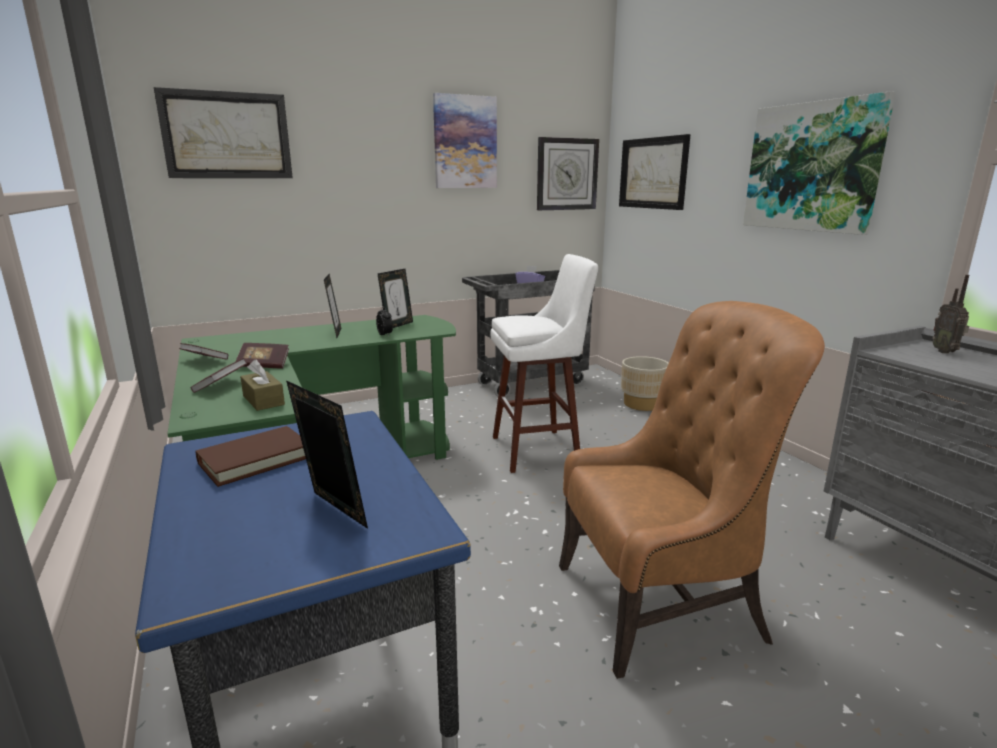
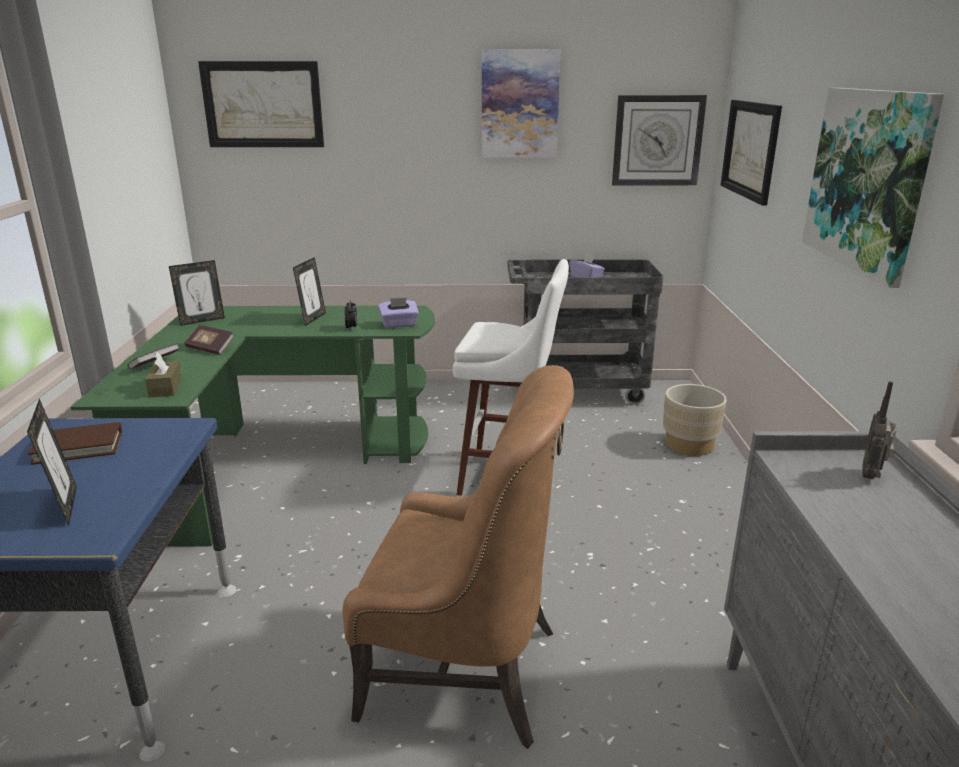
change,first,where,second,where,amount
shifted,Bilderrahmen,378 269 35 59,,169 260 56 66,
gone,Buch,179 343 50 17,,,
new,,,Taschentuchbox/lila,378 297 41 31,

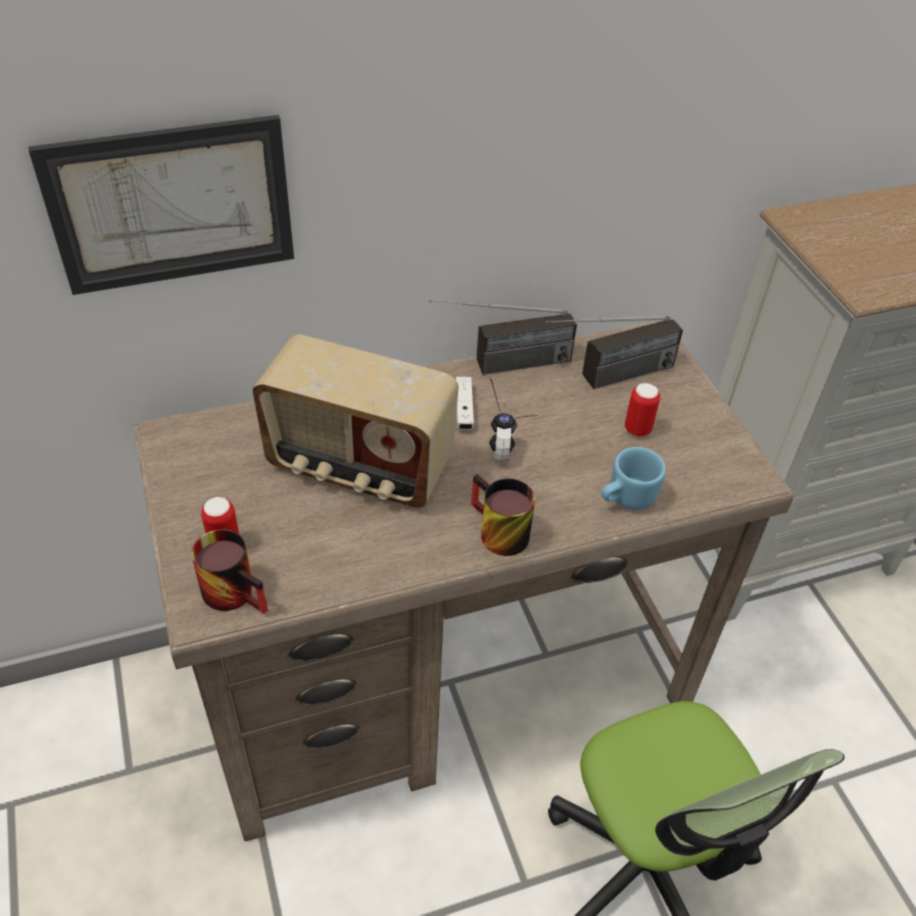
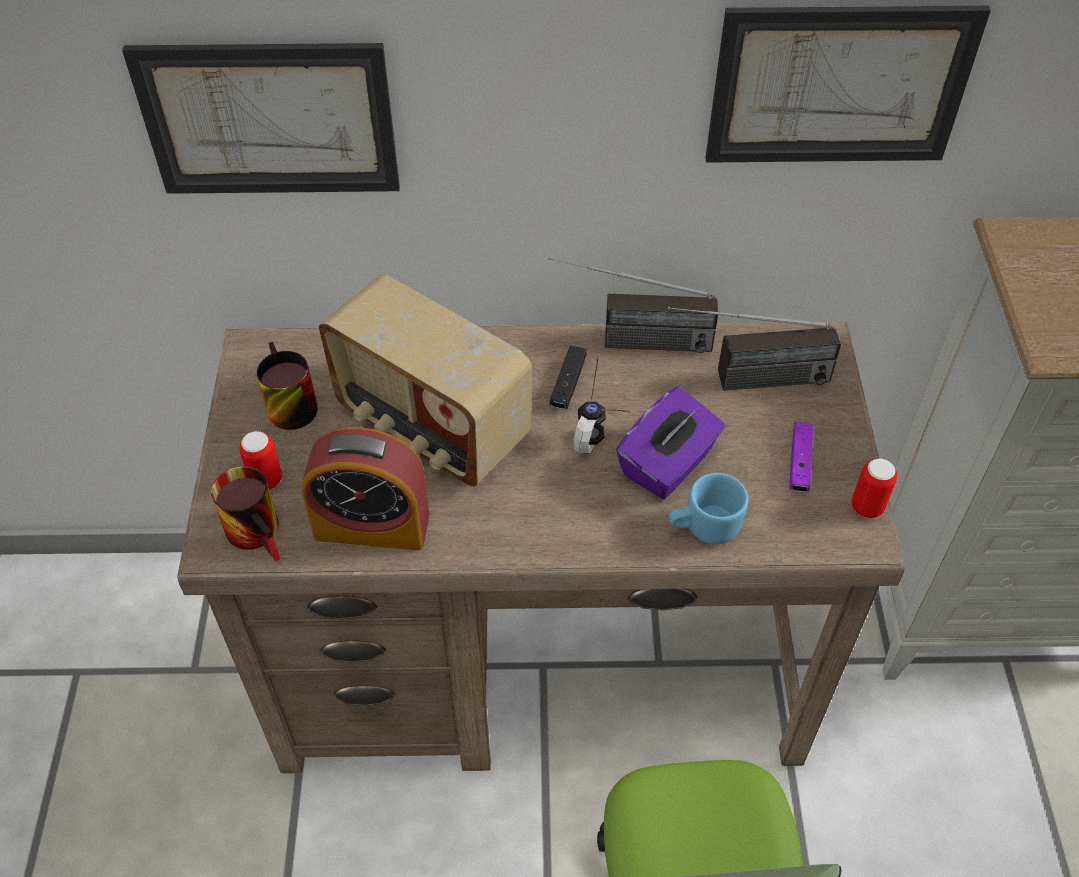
change,first,where,second,where,amount
repainted,Gamepad/weiß,456 377 18 53,Gamepad/schwarz,549 346 38 63,
shifted,Dose,625 383 35 54,,851 458 46 60,
shifted,Henkelbecher,471 474 64 82,,257 342 61 88,
new,,,Bild,705 6 286 157,
new,,,Taschentuchbox/lila,616 387 109 112,
new,,,Gamepad/lila,789 422 24 70,
new,,,Wecker,302 427 128 123,

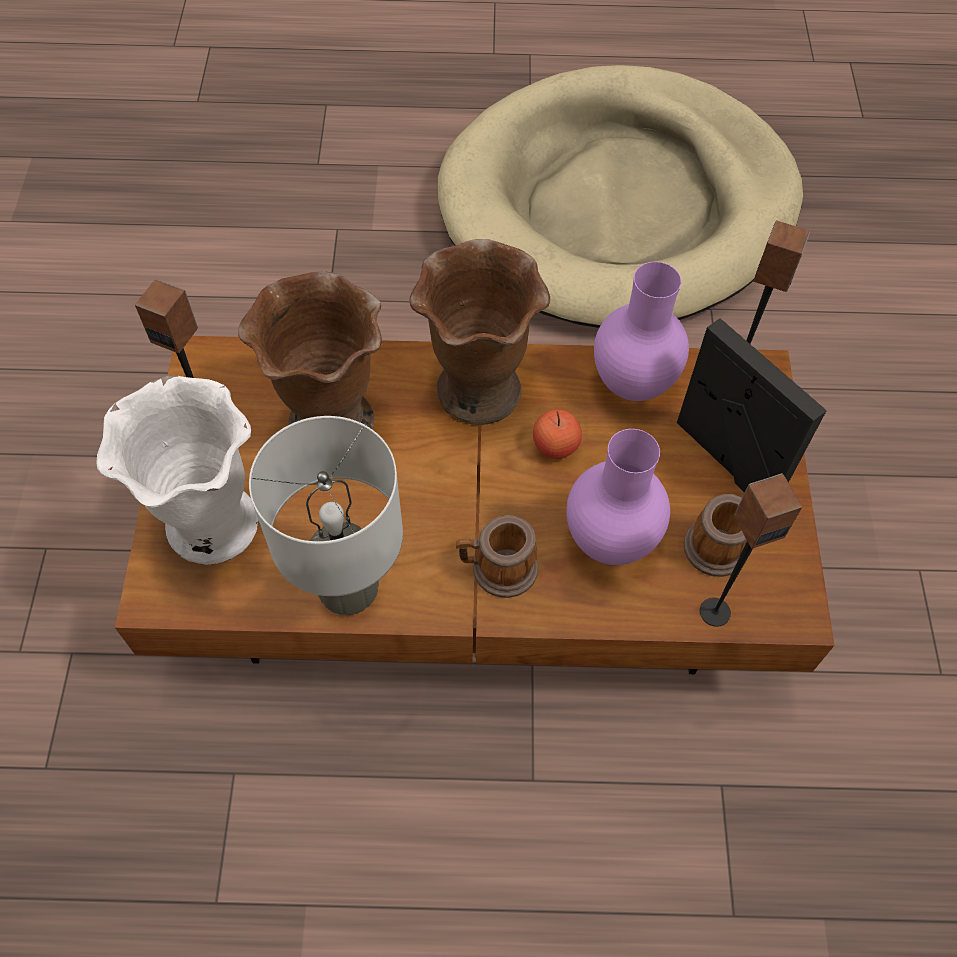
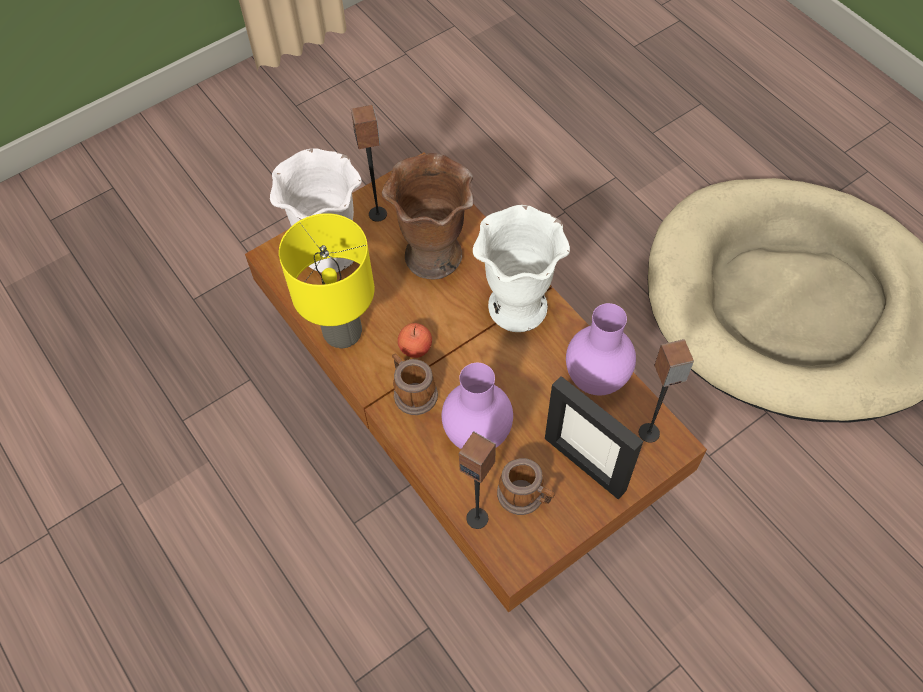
change,first,where,second,where,amount
repainted,Vase/braun,410 239 140 186,Vase/weiß,473 205 97 127,
rotated,Bilderrahmen,677 318 150 175,,545 376 98 123,120 degrees clockwise
shifted,Apfel,533 409 49 50,,398 323 34 35,
repainted,Tischlampe/weiß,249 416 154 199,Tischlampe/gelb,279 213 96 135,

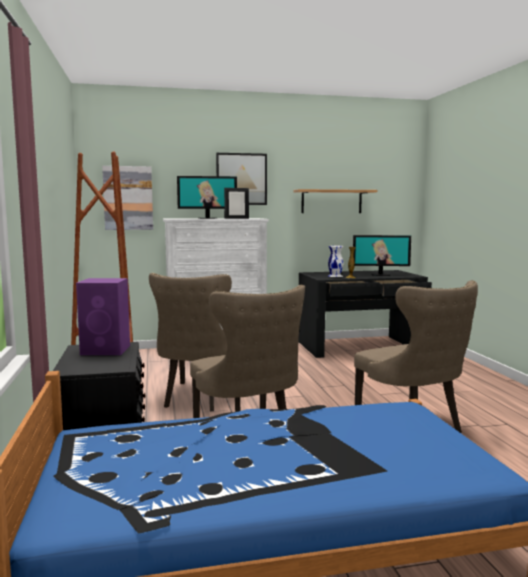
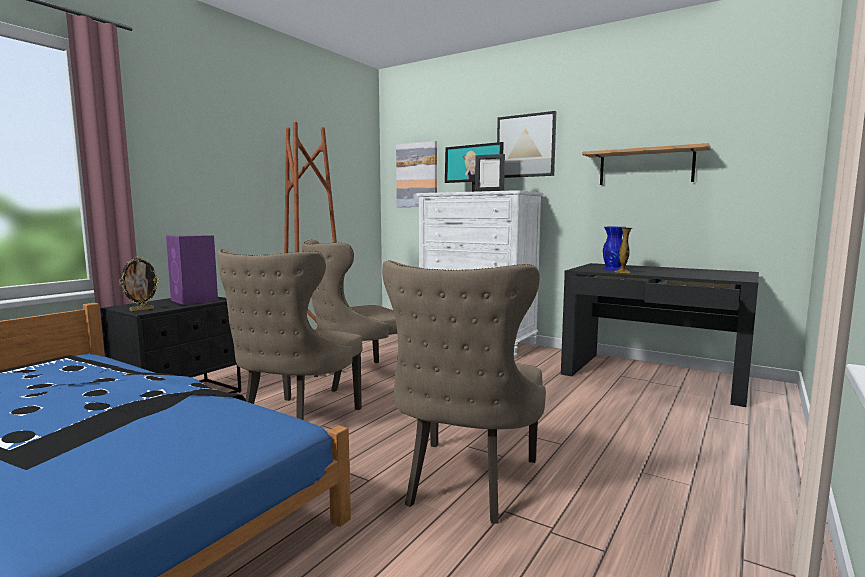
change,first,where,second,where,amount
gone,Monitor,353 235 58 41,,,
repainted,Vase/weiß,328 245 16 32,Vase/blau,603 227 23 44,
new,,,Bilderrahmen,119 256 41 55,

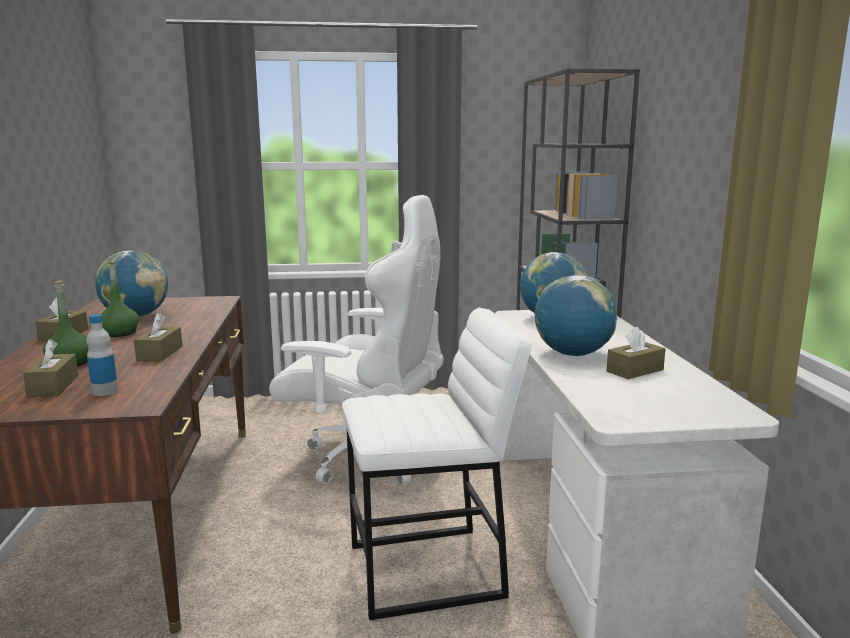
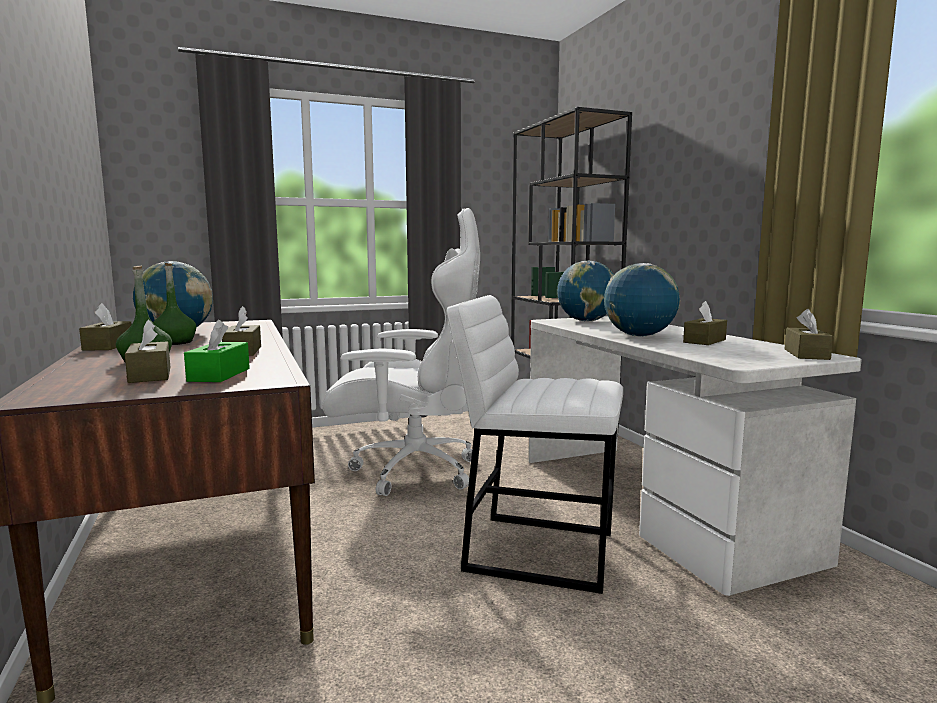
change,first,where,second,where,amount
rotated,Stuhl/weiß,342 308 190 312,,447 295 176 299,135 degrees counterclockwise
swapped,Flasche,86 314 32 82,Taschentuchbox/grün,184 320 66 62,
new,,,Taschentuchbox/braun,785 309 48 51,

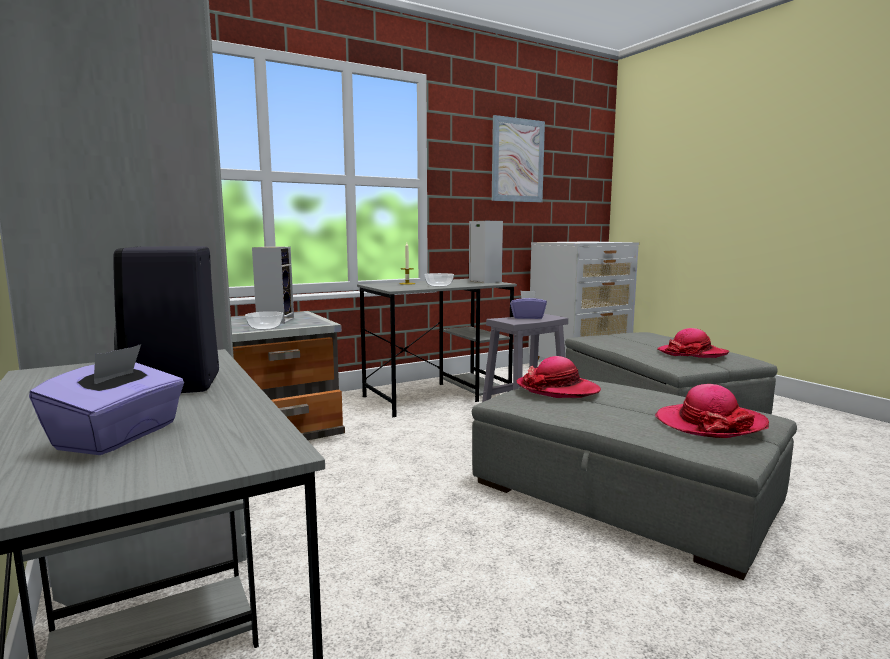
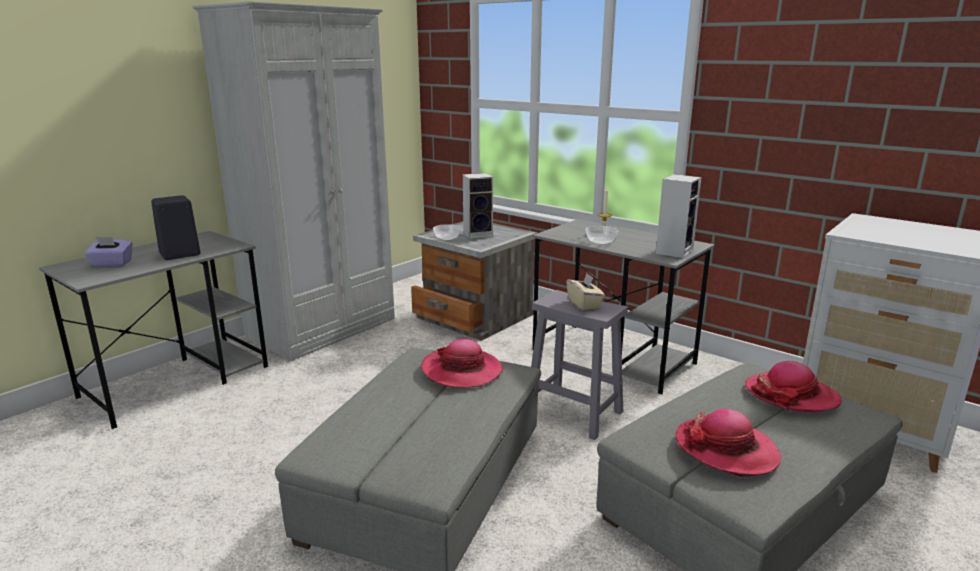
change,first,where,second,where,amount
gone,Bild,492 115 53 87,,,
repainted,Taschentuchbox/lila,510 291 37 28,Taschentuchbox/beige,566 273 39 37,
shifted,Hut,655 384 114 54,,745 361 97 51,

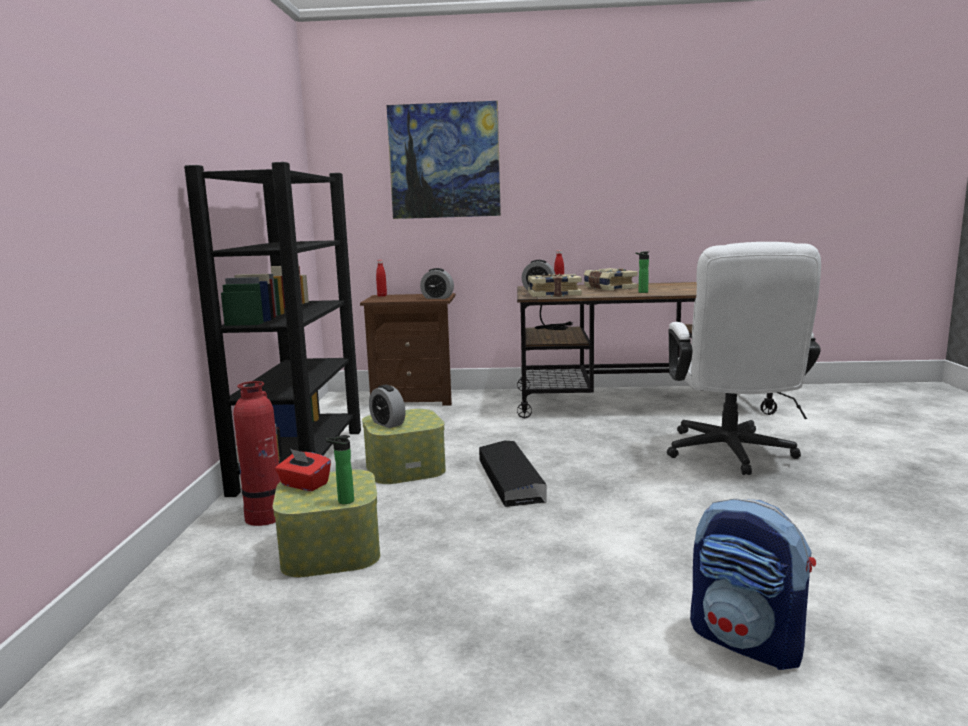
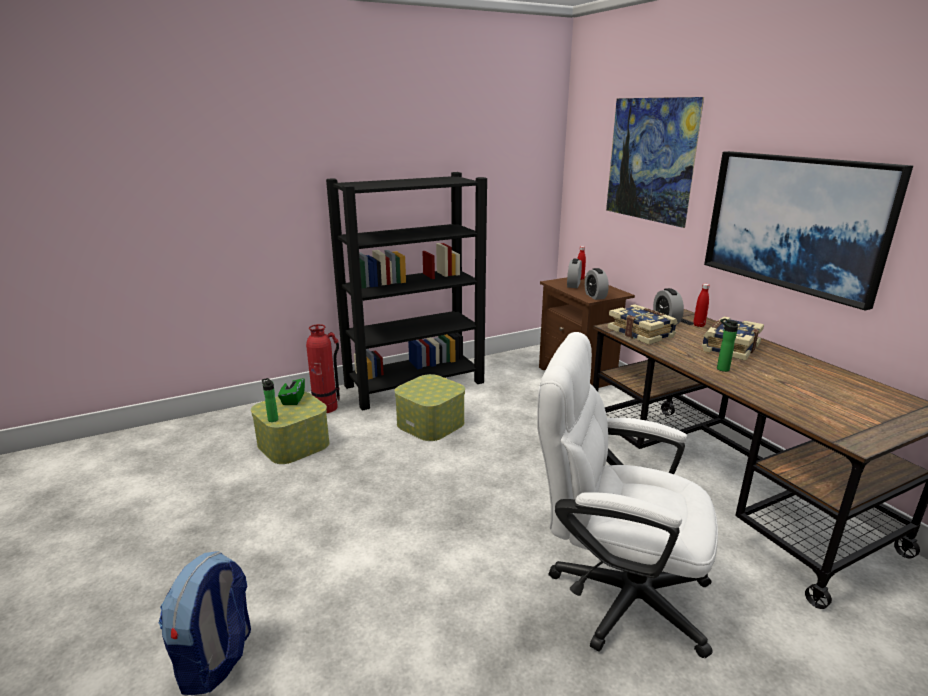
change,first,where,second,where,amount
rotated,Bürostuhl/weiß,667 242 154 233,,537 332 181 326,45 degrees clockwise
shifted,Wecker,369 385 36 43,,567 259 15 29,
gone,Aufbewahrungsbox/schwarz,479 440 68 67,,,
repainted,Taschentuchbox/rot,275 449 56 42,Taschentuchbox/grün,278 375 27 30,
new,,,Bild,704 151 209 160,

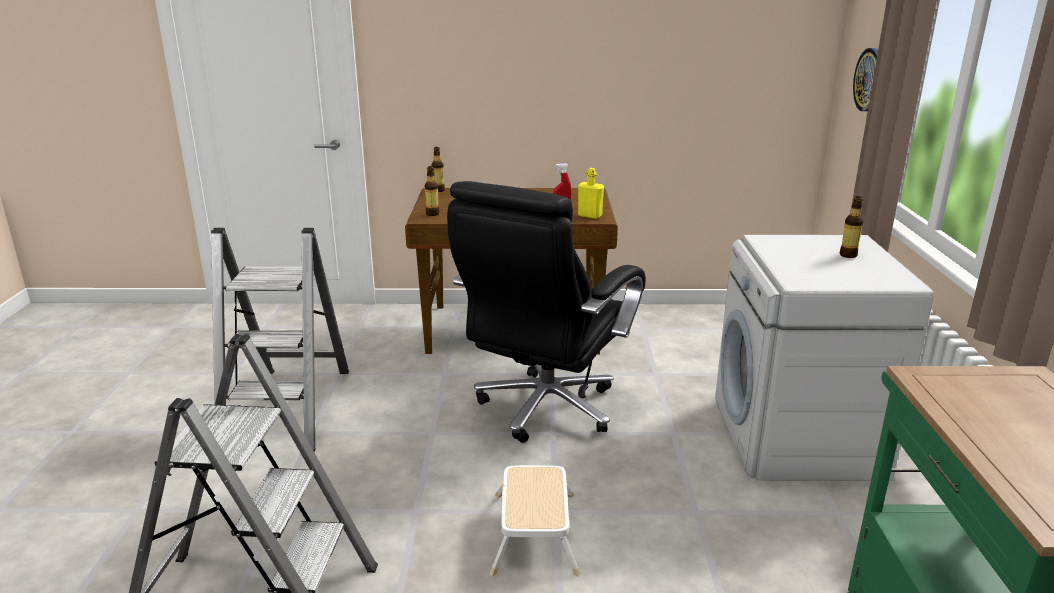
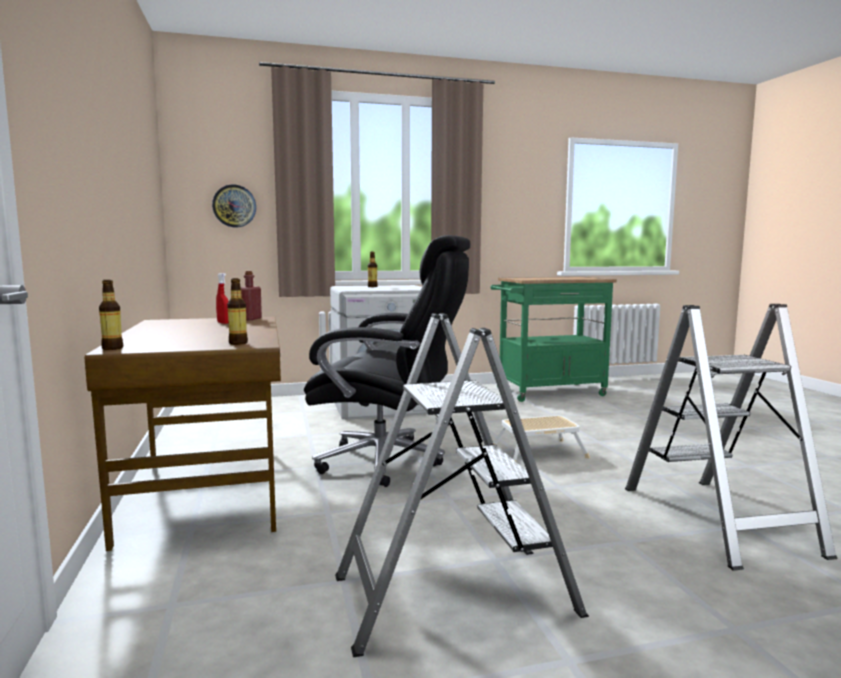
change,first,where,second,where,amount
repainted,Flasche/gelb,578 168 26 51,Flasche/rot,241 271 21 49,

